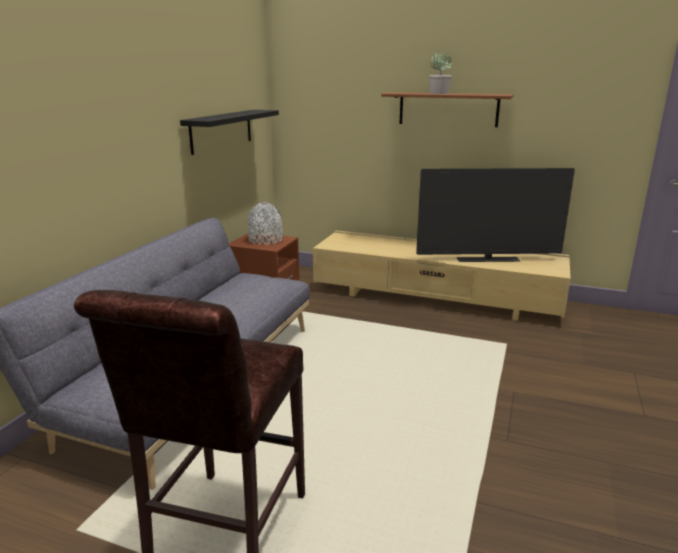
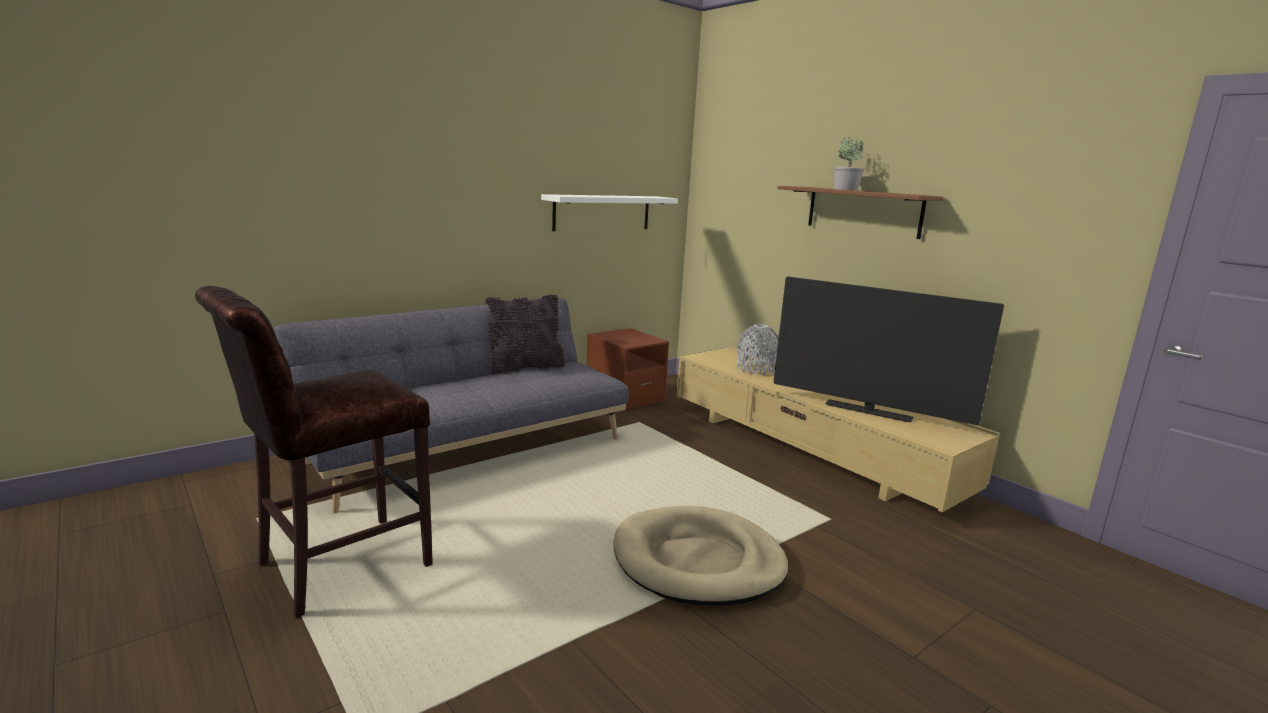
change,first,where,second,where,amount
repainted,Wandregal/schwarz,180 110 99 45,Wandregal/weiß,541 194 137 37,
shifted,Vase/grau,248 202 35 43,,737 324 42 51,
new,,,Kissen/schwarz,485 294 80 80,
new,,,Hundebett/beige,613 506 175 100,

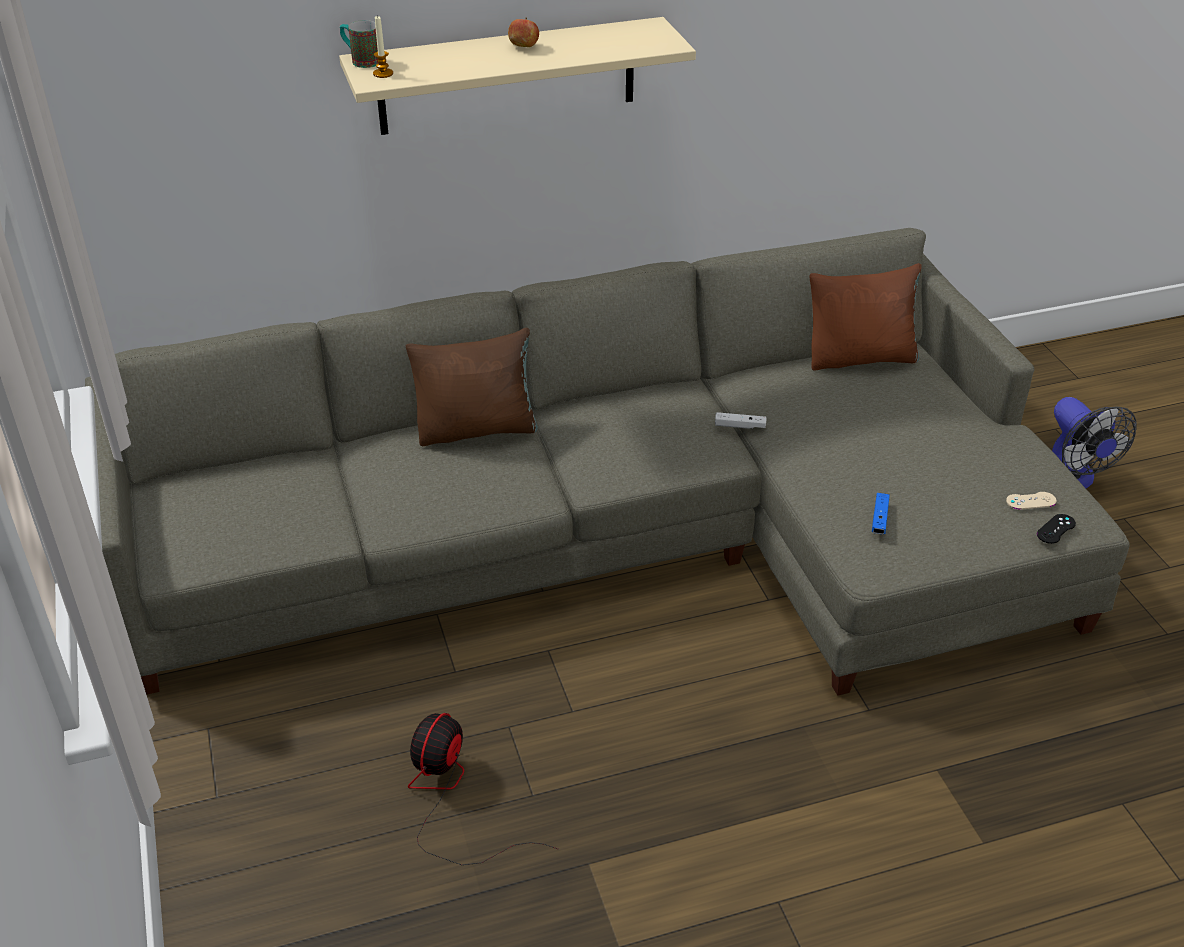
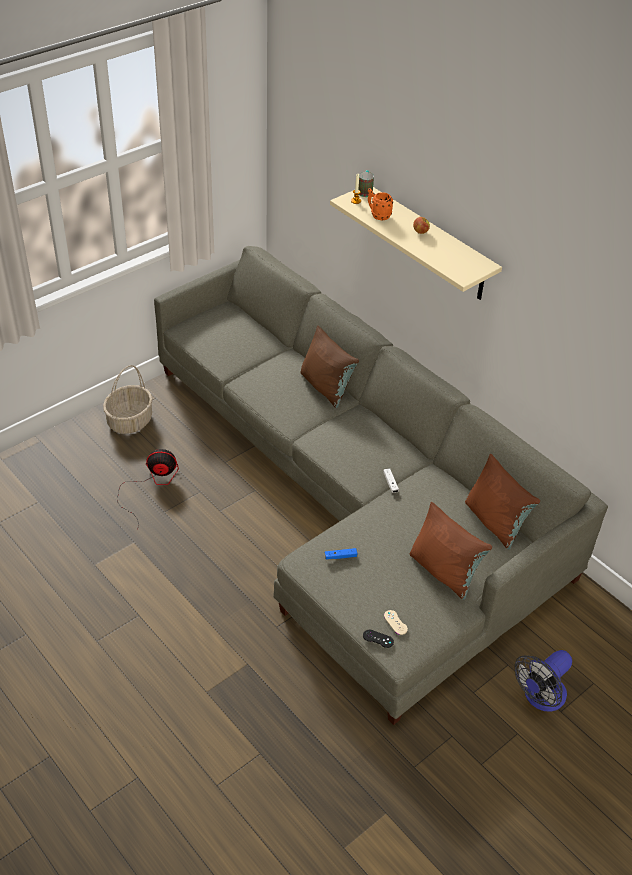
change,first,where,second,where,amount
new,,,Henkelbecher/orange,368 188 25 32,
new,,,Korb,103 365 50 69,
new,,,Kissen/braun,409 502 83 98,

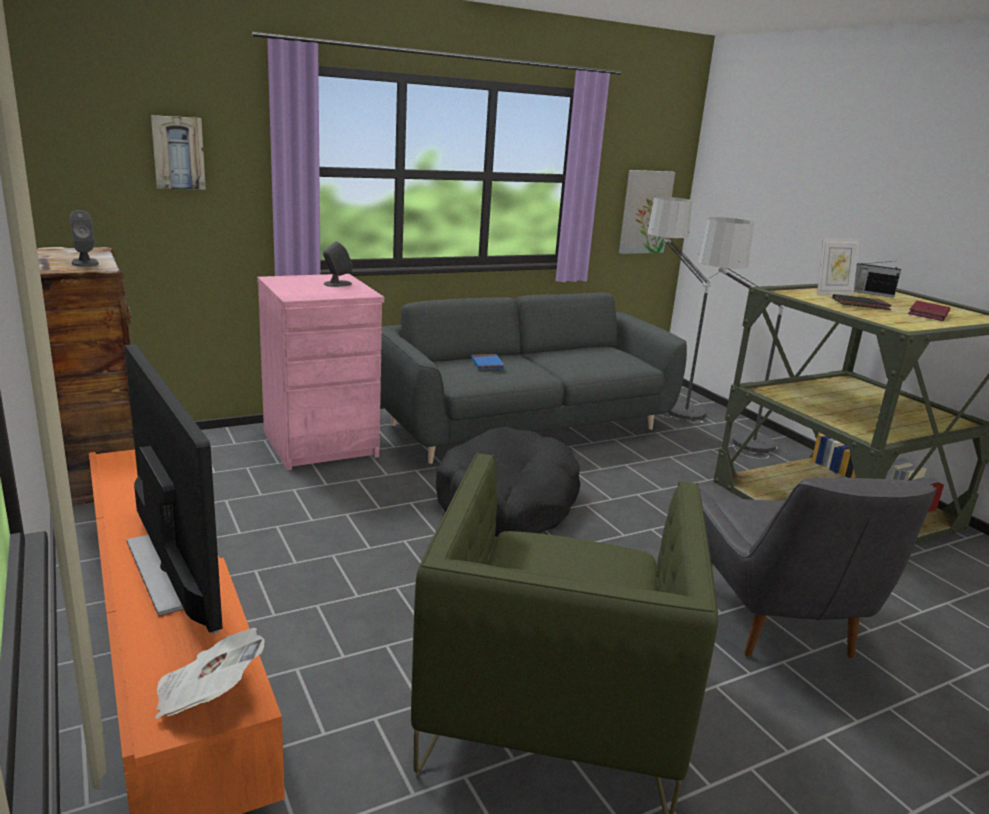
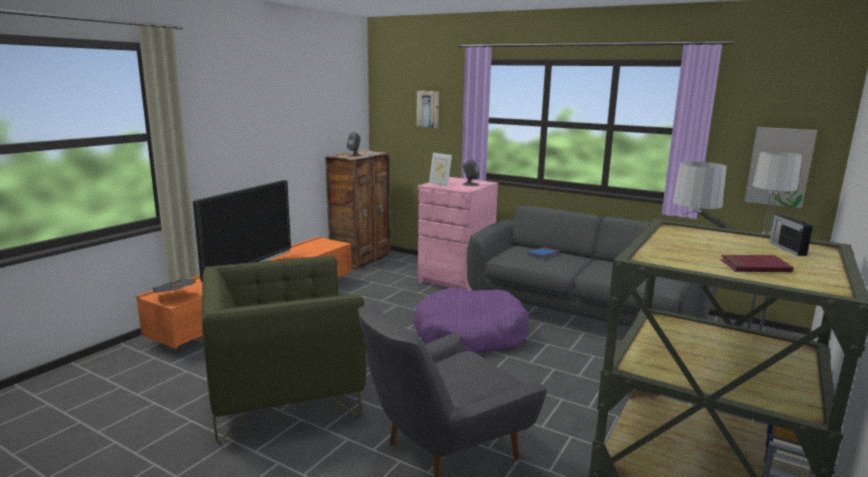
change,first,where,second,where,amount
shifted,Bilderrahmen,817 238 43 56,,429 153 23 34,
gone,Buch/schwarz,832 294 60 16,,,
repainted,Hundebett/schwarz,436 427 145 109,Hundebett/lila,414 288 115 65,

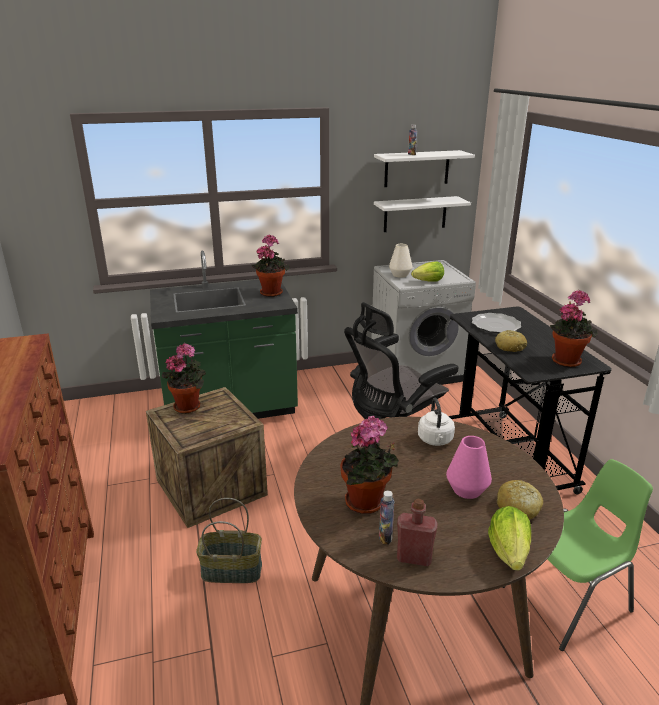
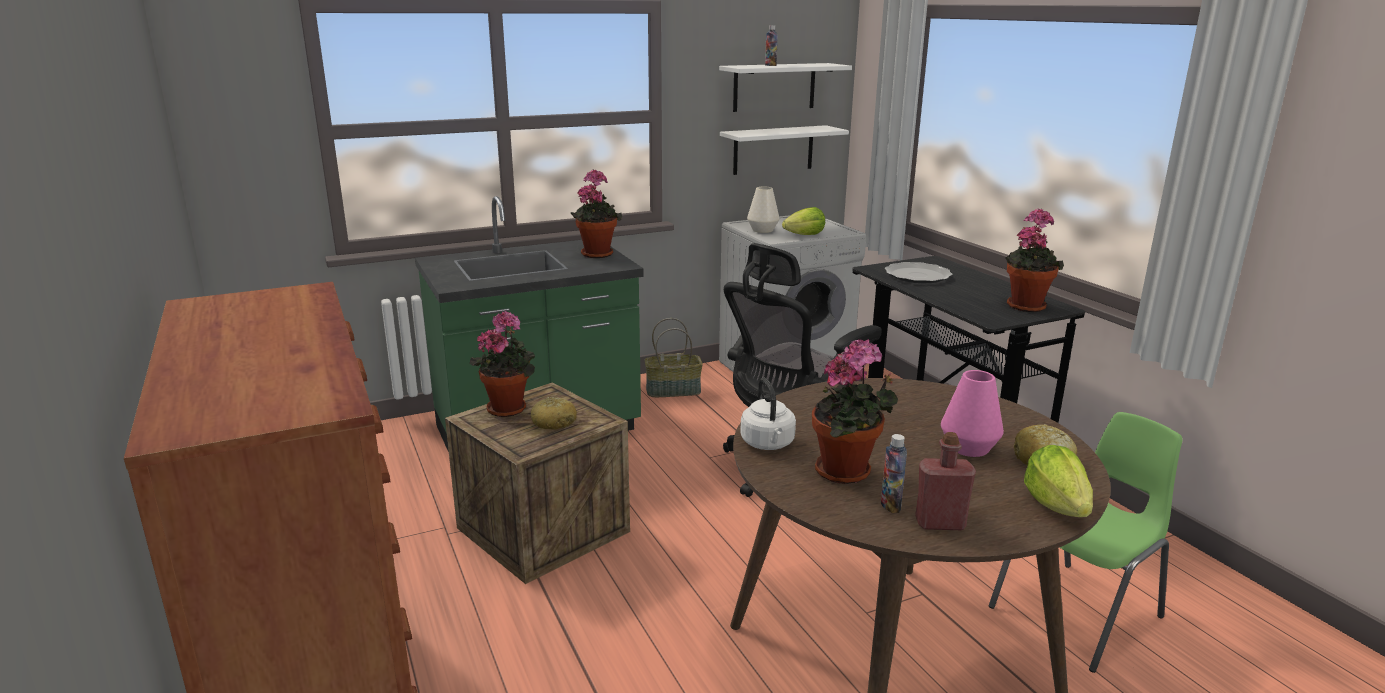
change,first,where,second,where,amount
shifted,Brot,495 330 32 22,,531 397 46 33,
shifted,Wasserkessel/weiß,418 398 37 48,,740 377 56 73,
shifted,Korb,196 498 66 85,,644 318 59 79,

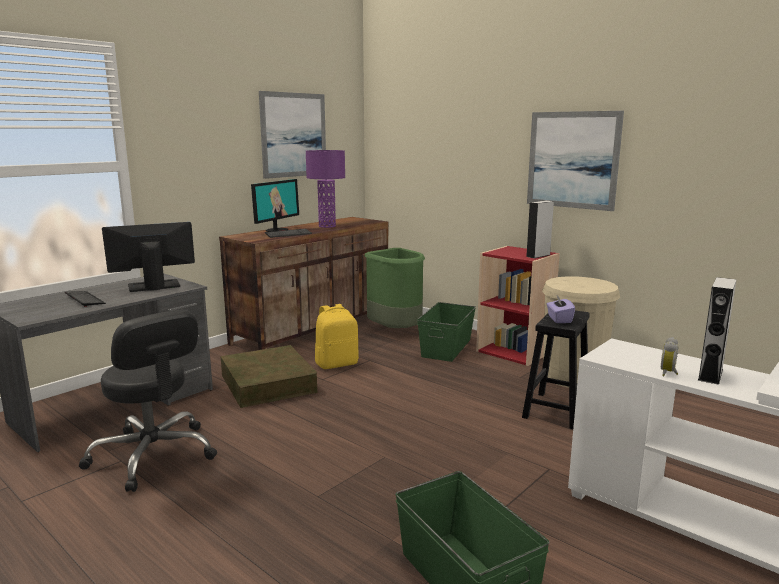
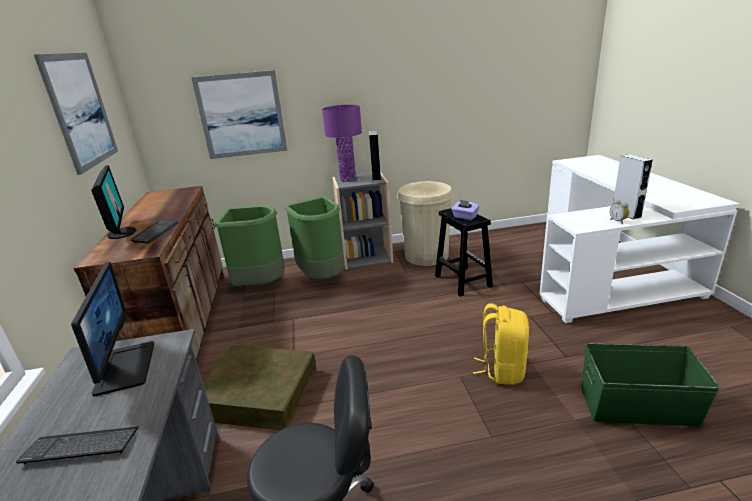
change,first,where,second,where,amount
shifted,Bild,527 111 97 100,,191 70 96 89,
shifted,Tischlampe/lila,306 150 39 78,,322 105 40 77,
rotated,Monitor,102 222 93 70,,71 262 83 134,150 degrees clockwise
repainted,Bücherregal/rot,476 246 84 120,Bücherregal/grau,332 171 61 99,
swapped,Aufbewahrungsbox/grün,417 302 59 60,Mülleimer/grün,285 196 60 83,
shifted,Rucksack/gelb,315 304 44 65,,473 303 56 82,

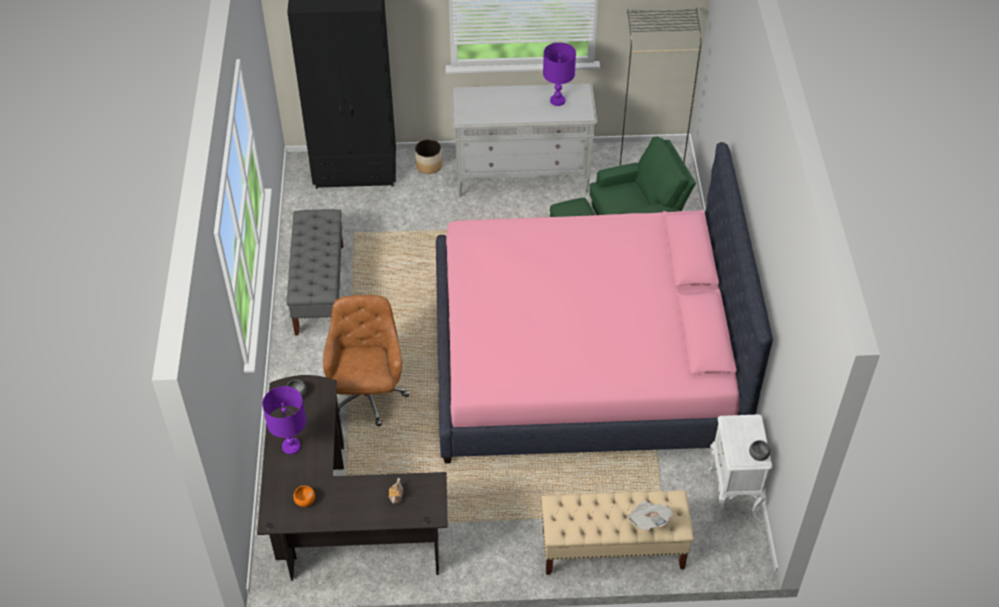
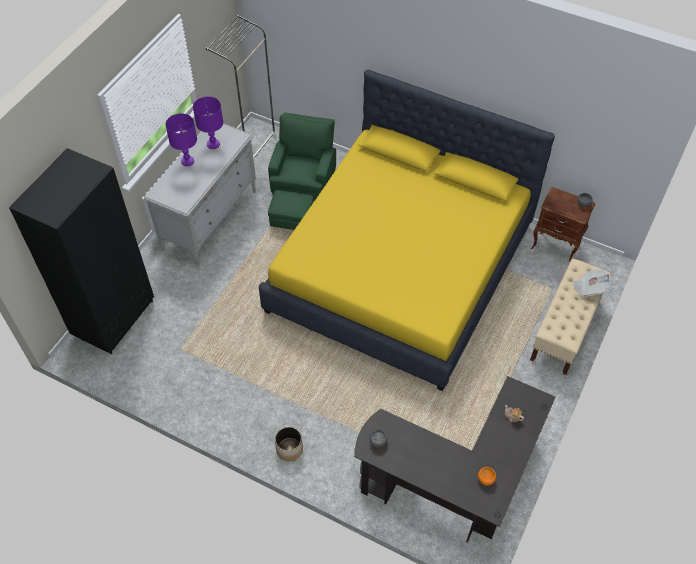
change,first,where,second,where,amount
shifted,Pflanzkübel,415 139 27 35,,275 427 28 34,
repainted,Bett/rosa,436 142 337 322,Bett/gelb,259 70 296 321,
gone,Bank/grau,287 209 56 127,,,
gone,Bürostuhl/braun,323 295 86 131,,,
shifted,Tischlampe/lila,262 386 44 68,,166 113 31 53,
repainted,Nachttisch/weiß,709 414 63 106,Nachttisch/braun,531 187 64 76,

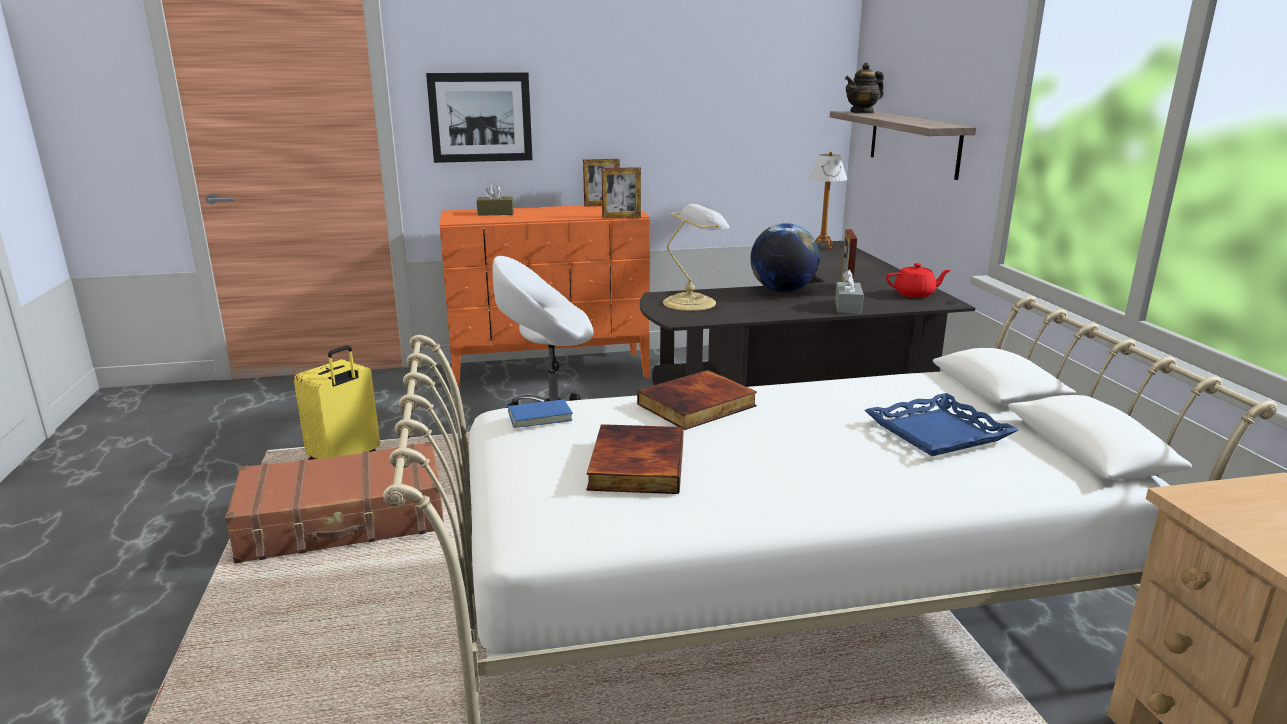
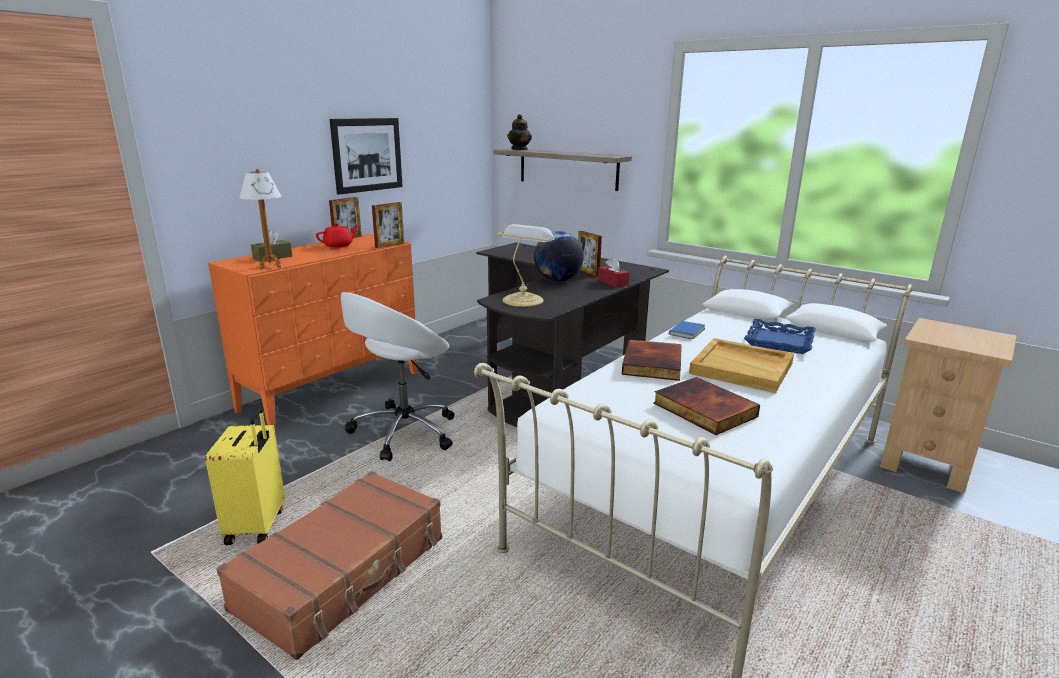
change,first,where,second,where,amount
shifted,Bild,426 72 107 91,,330 118 73 77,
shifted,Tischlampe,809 152 38 97,,239 169 42 100,
shifted,Teekanne/rot,886 263 65 35,,316 223 44 25,
repainted,Taschentuchbox/grau,835 270 29 44,Taschentuchbox/rot,598 257 32 30,
shifted,Buch/blau,505 400 68 28,,661 321 44 19,
new,,,Tablett/beige,689 338 105 55,

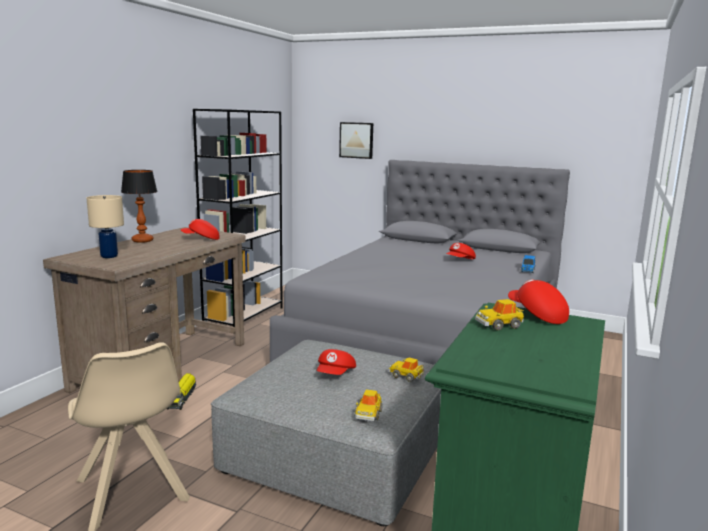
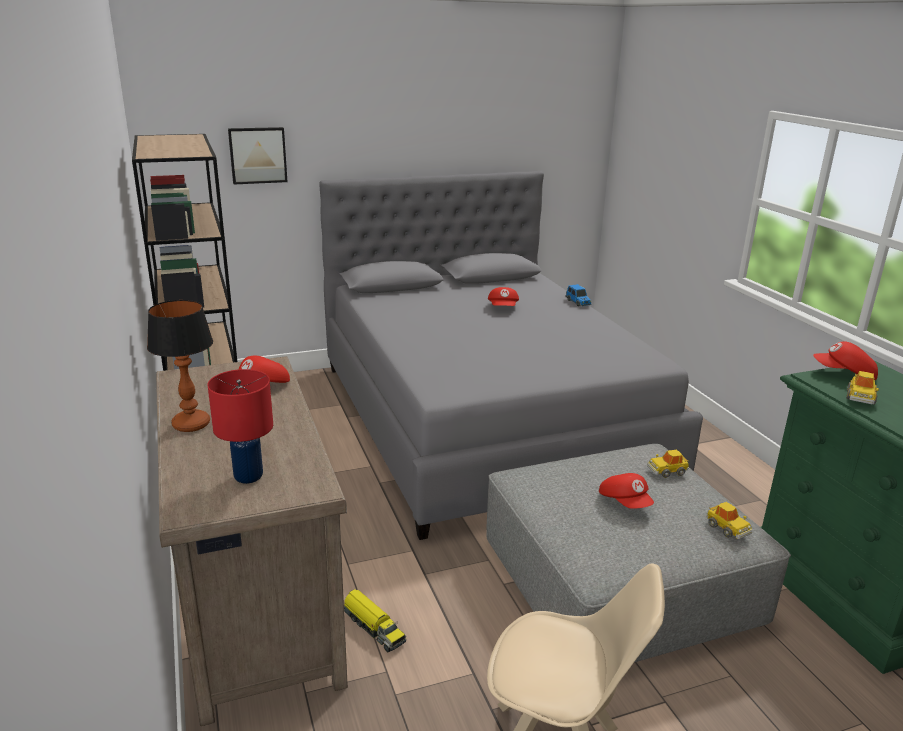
change,first,where,second,where,amount
repainted,Tischlampe/beige,87 195 37 63,Tischlampe/rot,207 369 66 115,

